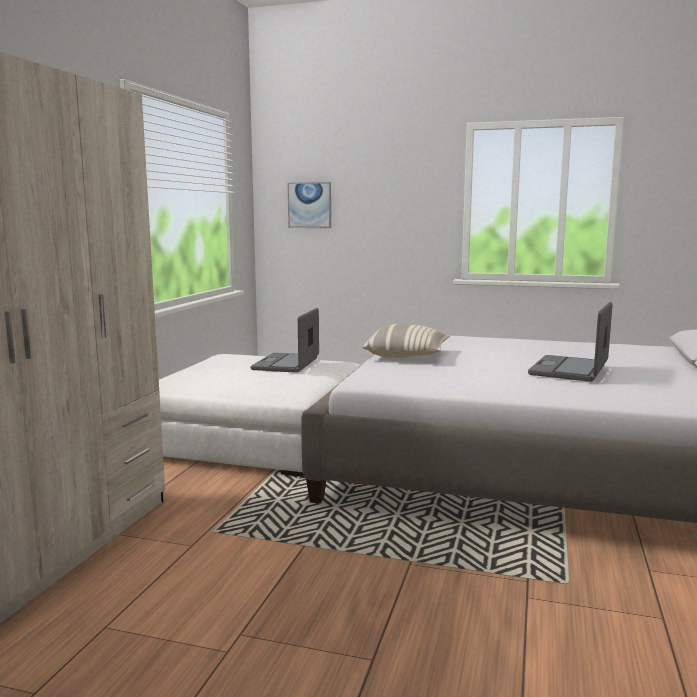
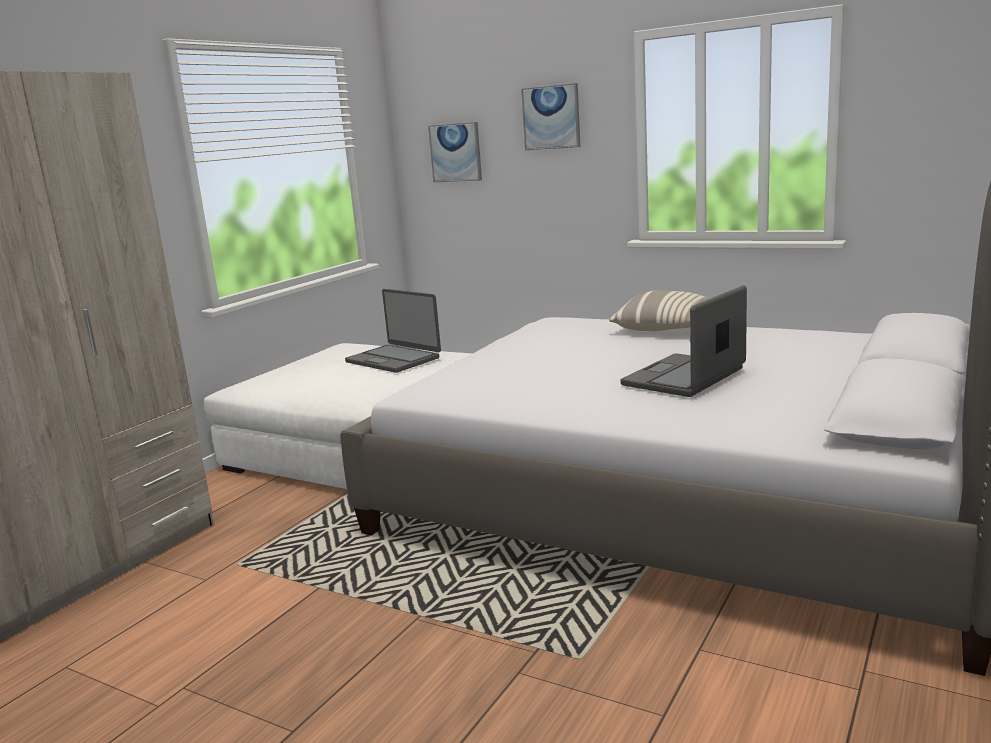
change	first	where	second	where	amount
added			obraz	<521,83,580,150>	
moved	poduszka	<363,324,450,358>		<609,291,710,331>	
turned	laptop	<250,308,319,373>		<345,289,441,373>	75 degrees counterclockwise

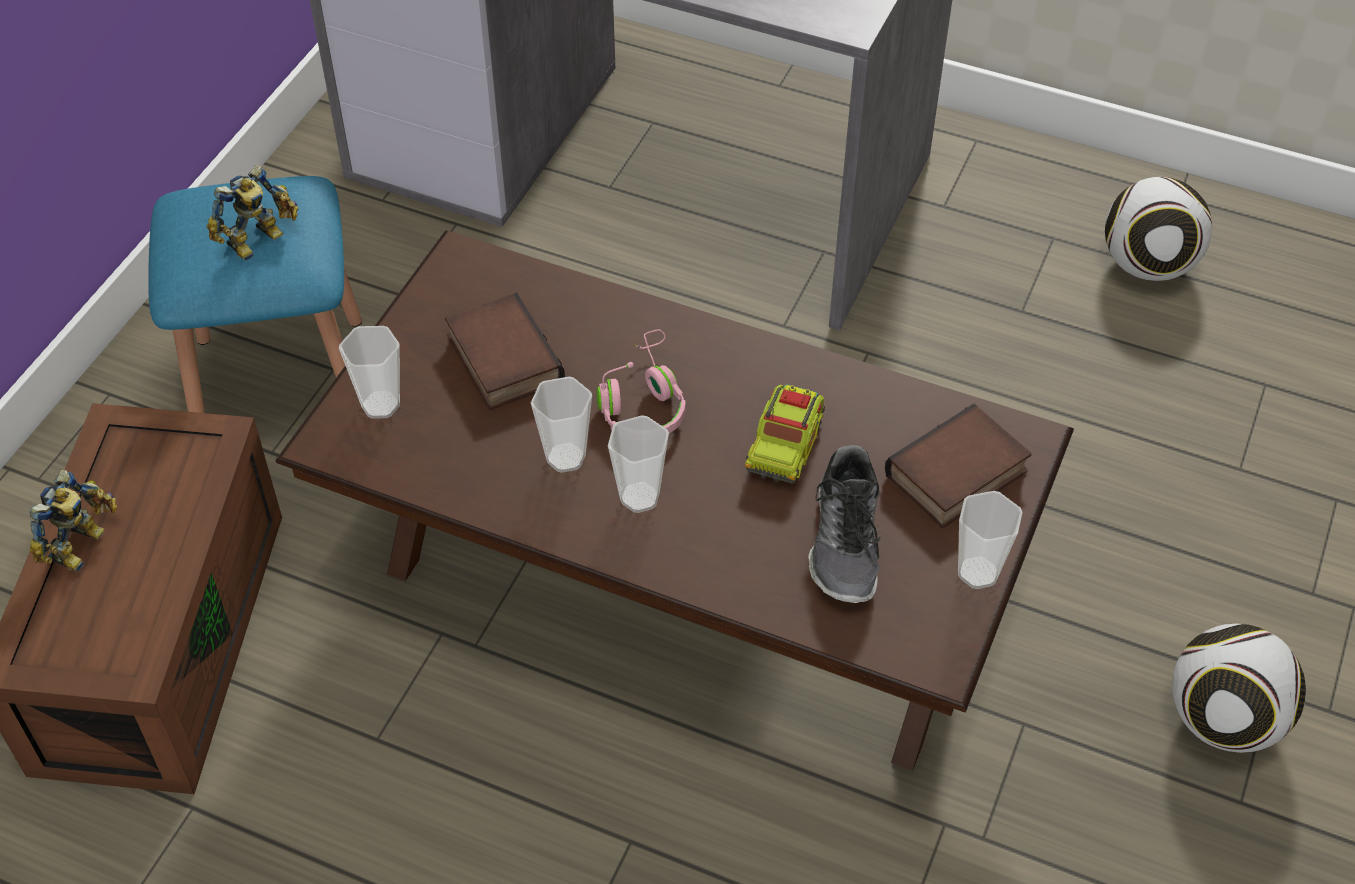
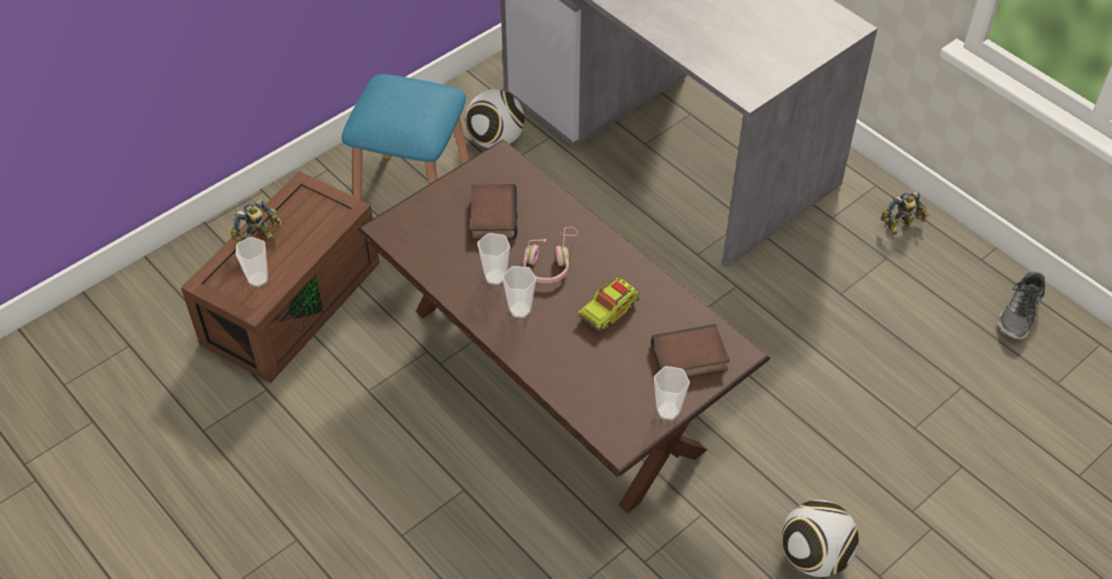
change	first	where	second	where	amount
moved	robot zabawkowy	<207,165,299,260>		<881,190,928,234>	
moved	filiżanka	<339,326,400,419>		<236,237,268,287>	
moved	but	<809,445,880,603>		<998,271,1045,340>	
moved	piłka futbolowa	<1105,177,1212,281>		<465,89,525,148>	

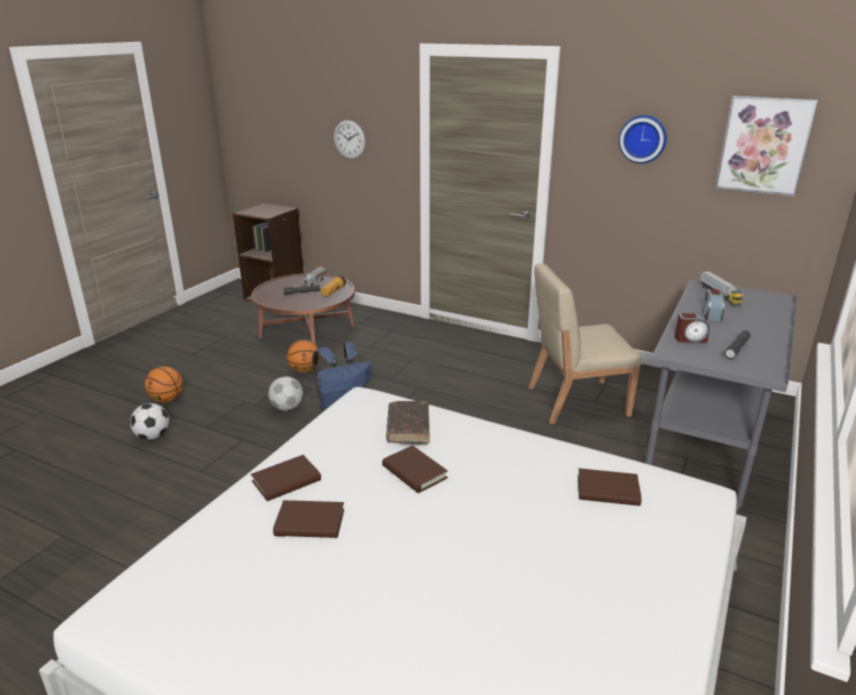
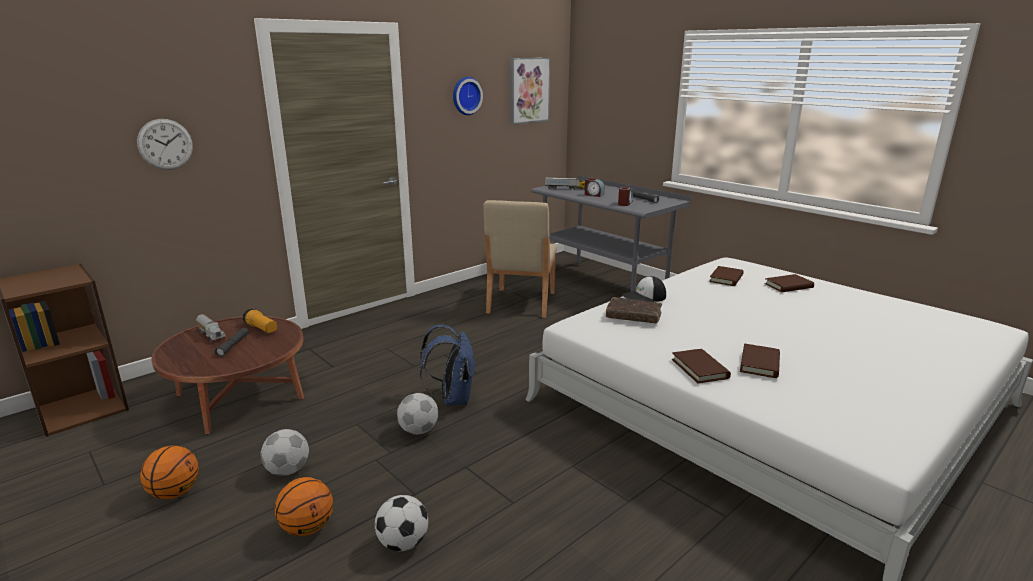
change	first	where	second	where	amount
added			piłka futbolowa	<260,429,309,476>	
added			czapka z daszkiem	<622,276,666,302>	
moved	piłka do koszykówki	<287,340,321,373>		<140,445,199,499>	
moved	książka (brązowy)	<382,445,448,493>		<764,274,814,292>	

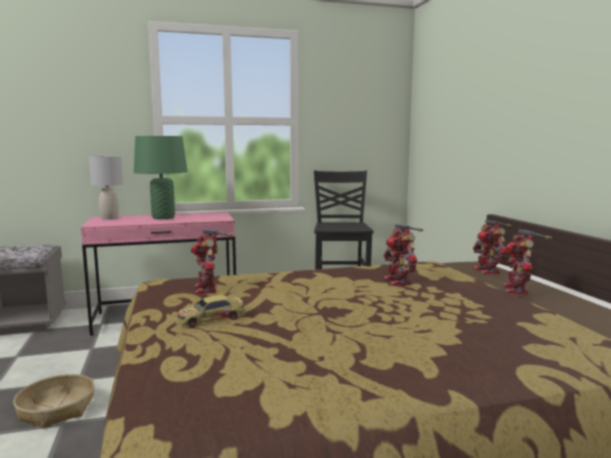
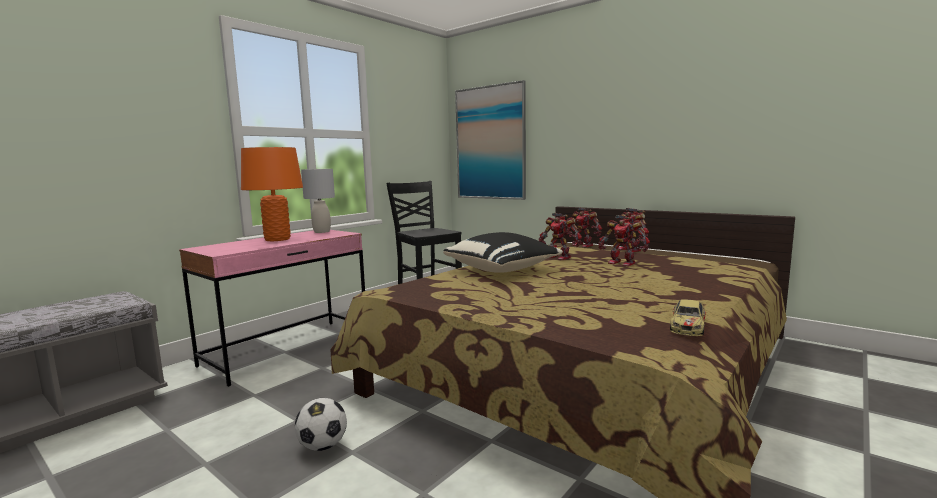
change	first	where	second	where	amount
added			poduszka (czarny)	<443,232,563,273>	
added			obraz	<455,80,526,200>	
moved	lampa stołowa (szary)	<89,156,123,220>		<301,169,335,233>	
moved	samochodzik	<176,295,245,327>		<670,300,706,336>	
moved	robot zabawkowy	<191,229,234,294>		<598,215,650,266>	
replaced	koszyk	<13,374,95,429>	piłka futbolowa	<295,398,347,451>	
recoloured	lampa stołowa (zielony)	<134,136,188,219>	lampa stołowa (pomarańczowy)	<241,147,303,241>	

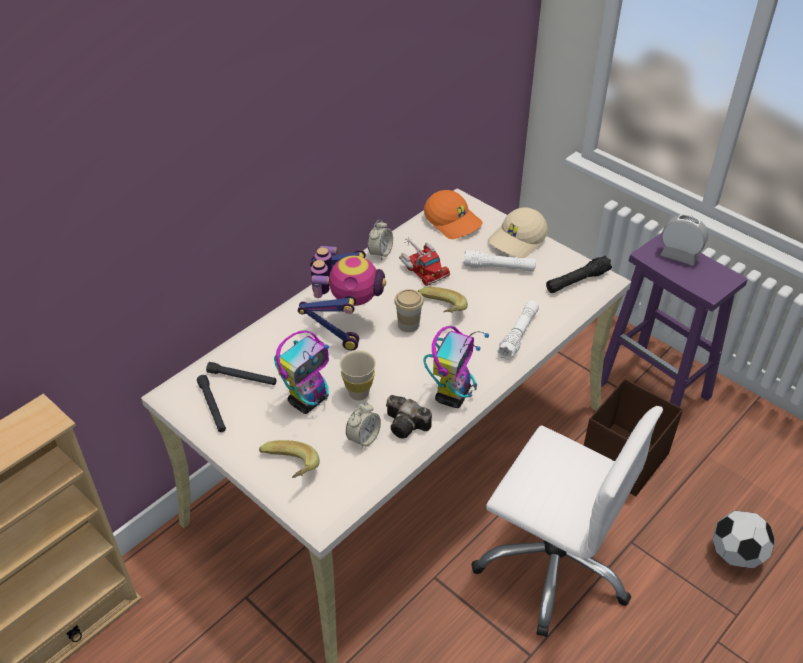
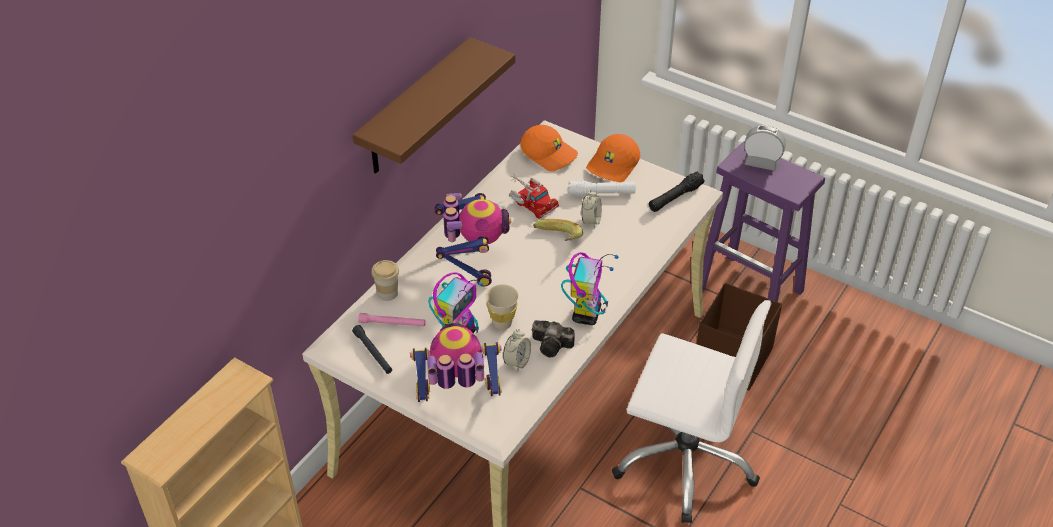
change	first	where	second	where	amount
removed	latarka (biały)	<497,300,539,360>			
removed	piłka futbolowa	<712,511,775,568>			
added			półka (brązowy)	<353,37,515,174>	
moved	budzik	<368,220,393,260>		<581,190,602,228>	
moved	filiżanka	<394,289,424,332>		<371,260,399,301>	
replaced	banan	<259,440,320,478>	robot zabawkowy	<410,323,502,402>	
recoloured	latarka (czarny)	<206,362,277,385>	latarka (różowy)	<358,313,426,326>	
recoloured	czapka z daszkiem (beżowy)	<488,207,548,258>	czapka z daszkiem (pomarańczowy)	<586,134,640,182>	

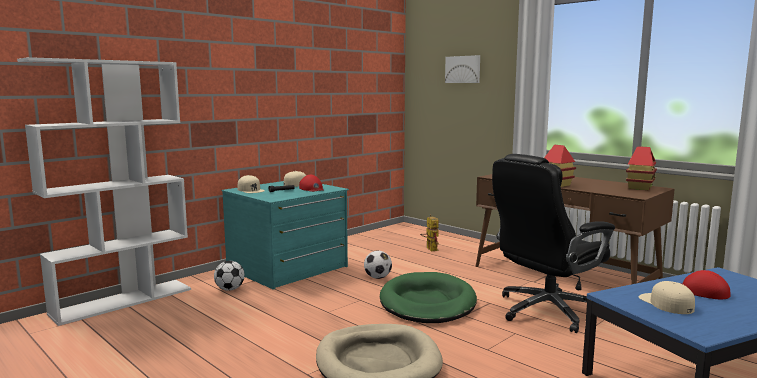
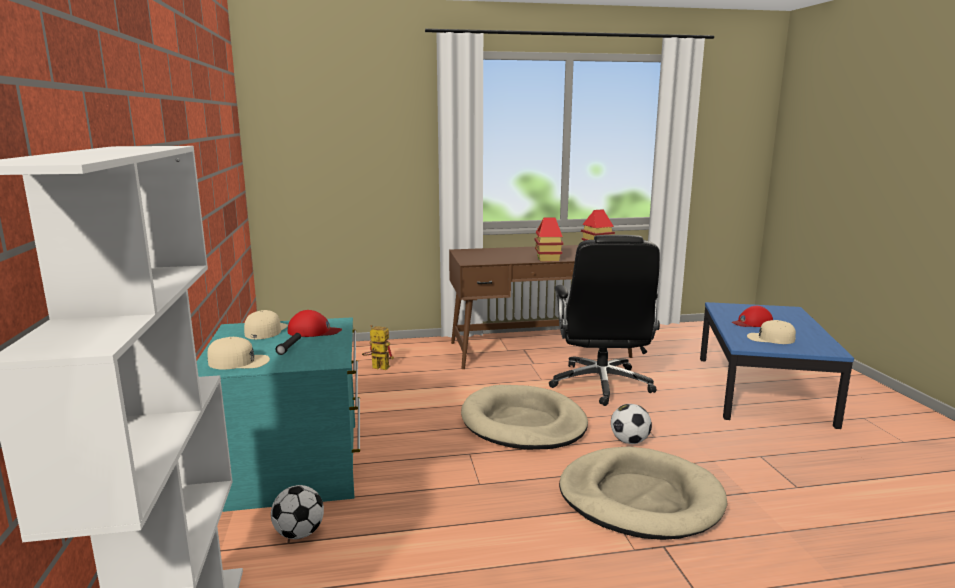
change	first	where	second	where	amount
removed	obraz	<445,55,480,83>			
moved	piłka futbolowa	<364,250,392,279>		<611,404,652,444>	
recoloured	legowisko (zielony)	<380,272,477,323>	legowisko (beżowy)	<461,385,588,450>	

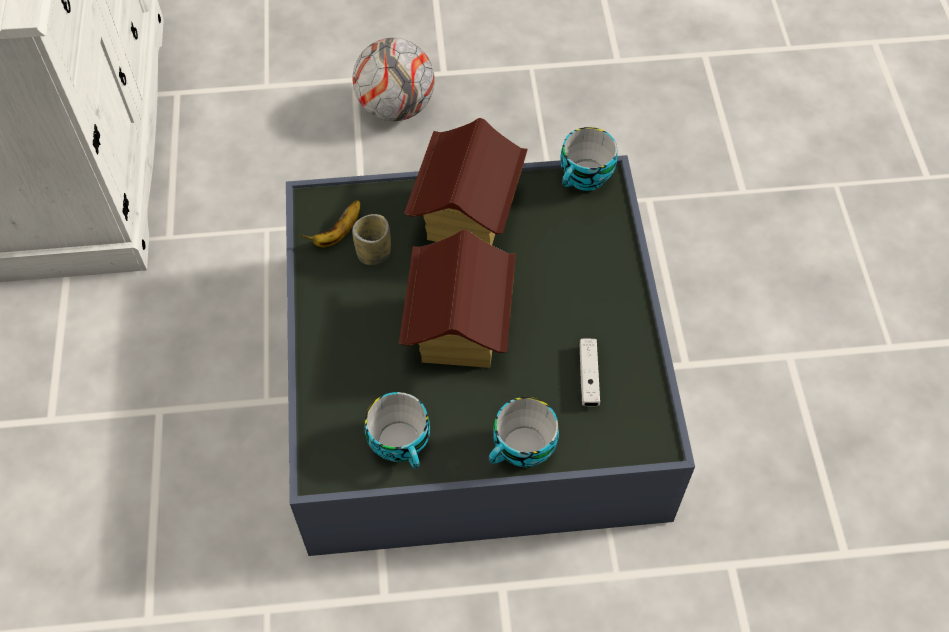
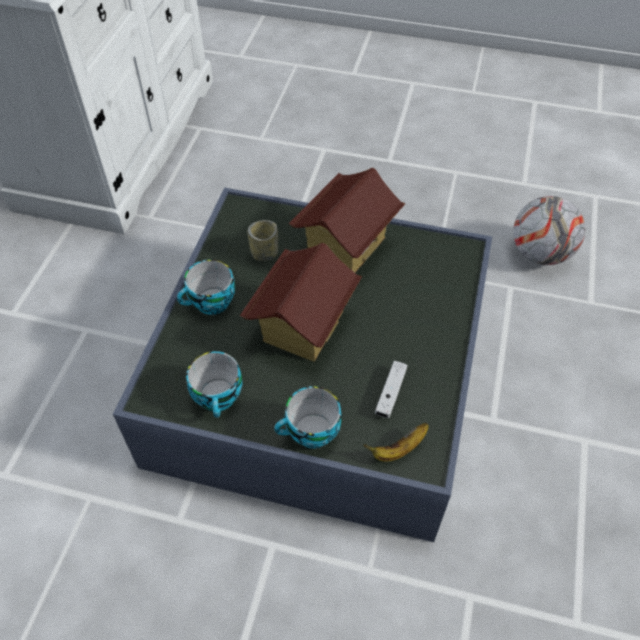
change	first	where	second	where	amount
moved	banan	<301,200,360,247>		<364,423,429,462>	
moved	piłka futbolowa	<353,38,435,121>		<513,196,585,265>	
moved	filiżanka	<560,127,617,191>		<177,259,235,315>	

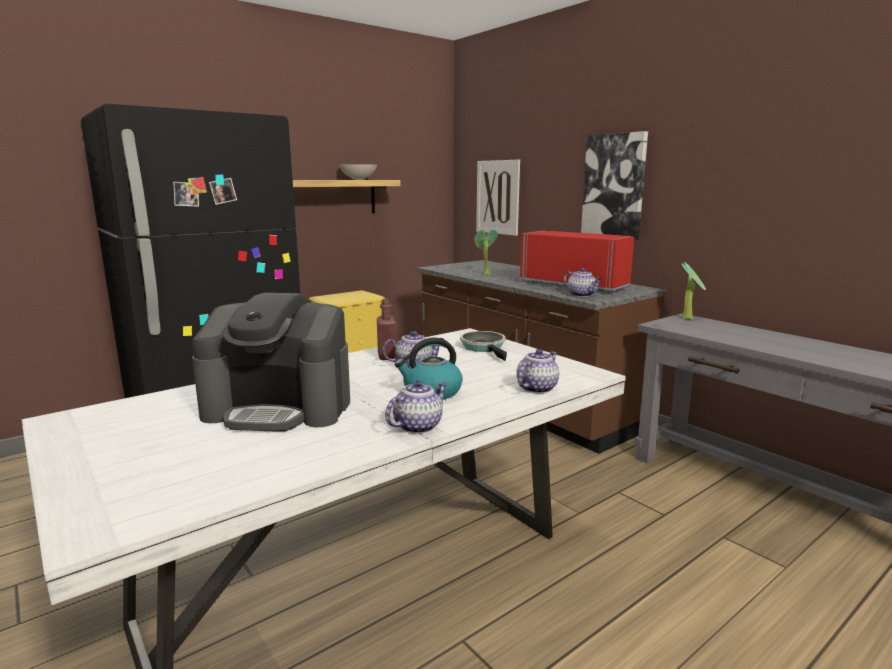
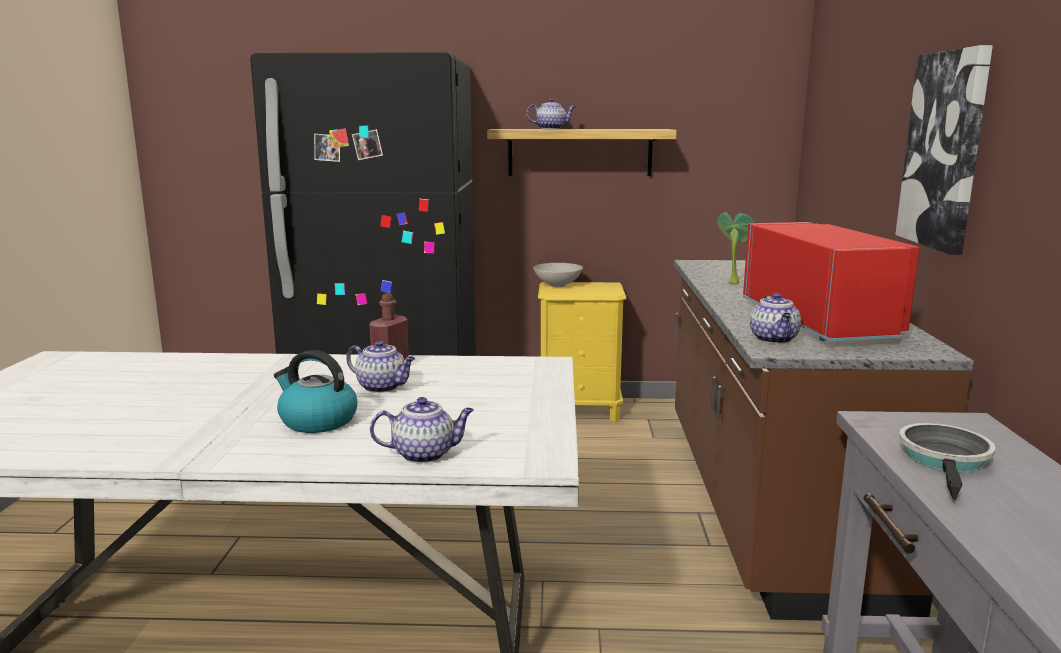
change	first	where	second	where	amount
removed	ekspres do kawy	<192,293,350,432>			
removed	obraz	<476,160,520,236>			
removed	roślina doniczkowa	<682,262,706,320>			
moved	miska (biały)	<339,164,377,180>		<533,263,583,287>	
moved	imbryk	<385,380,447,434>		<526,98,575,129>	
moved	patelnia	<460,331,507,361>		<899,423,995,500>	

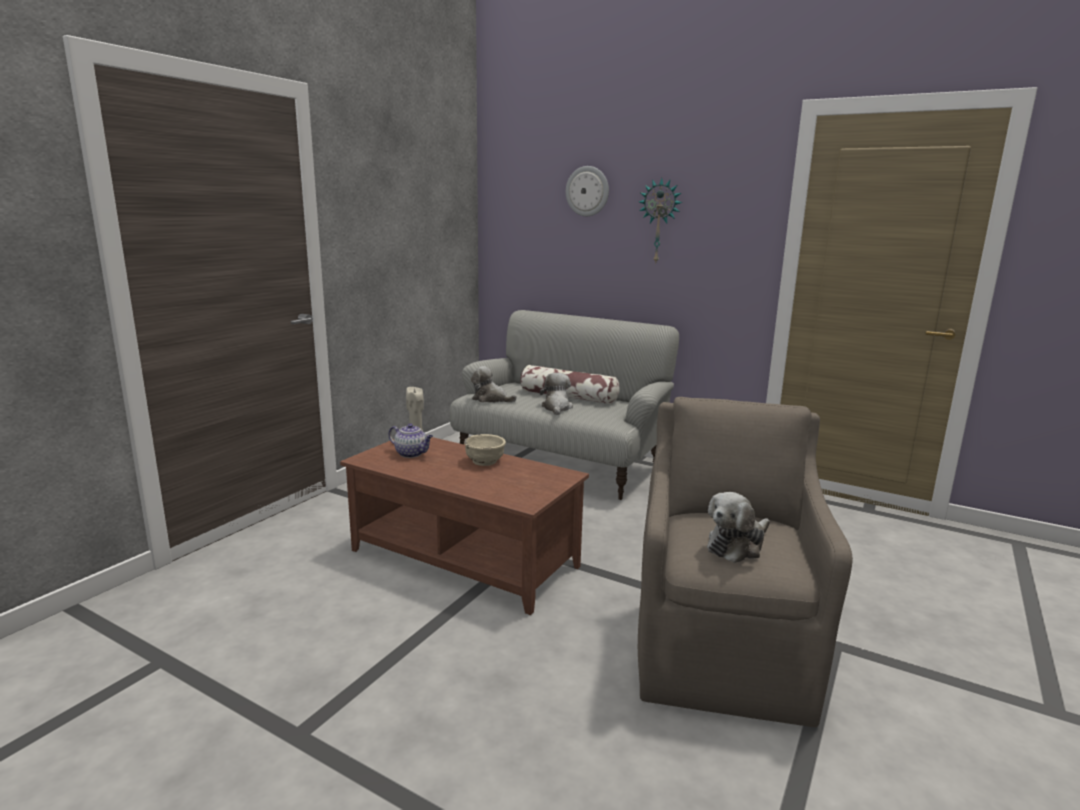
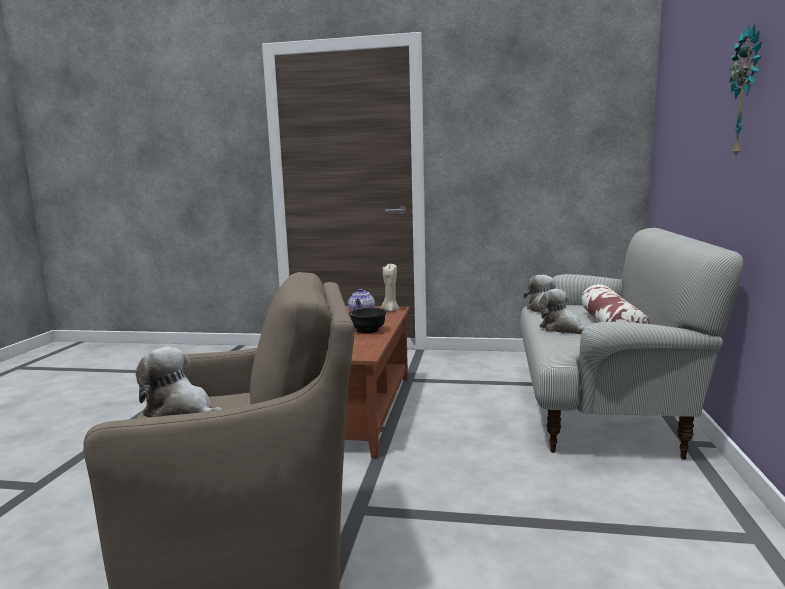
change	first	where	second	where	amount
removed	zegar ścienny	<566,166,609,216>			
recoloured	miska (beżowy)	<464,434,506,466>	miska (czarny)	<349,307,386,333>	
turned	pluszak	<540,373,573,415>		<539,289,585,334>	105 degrees counterclockwise

